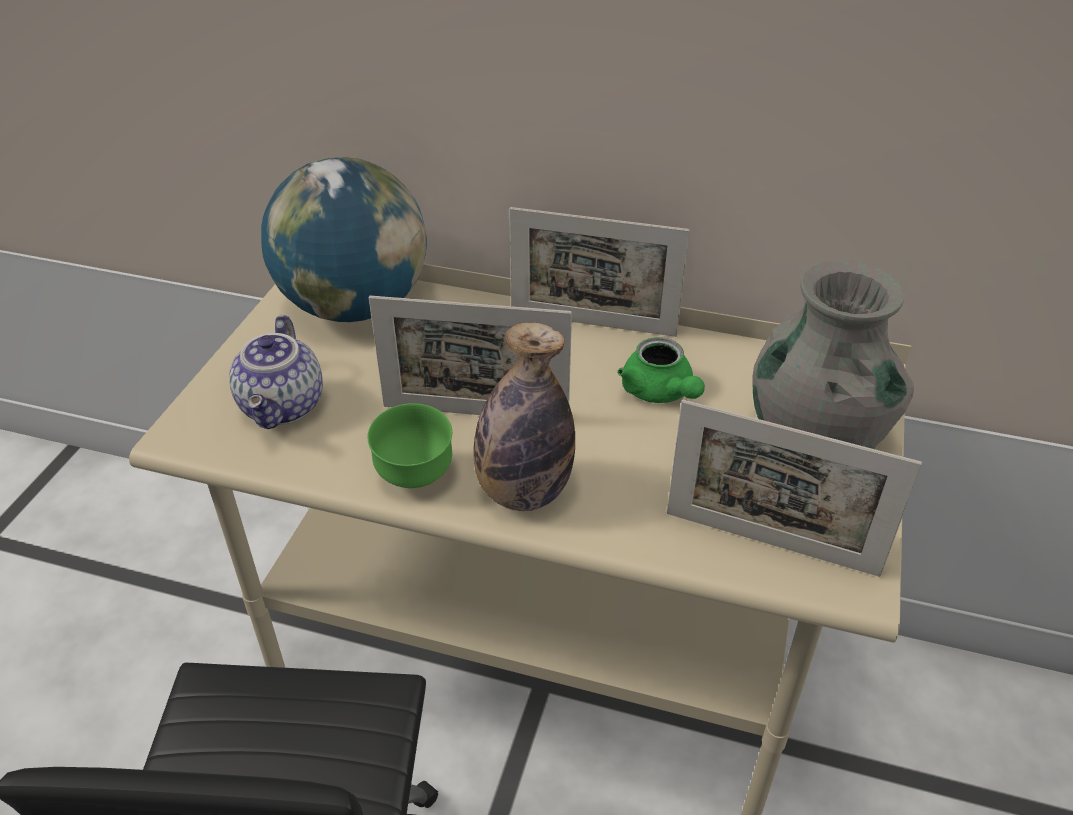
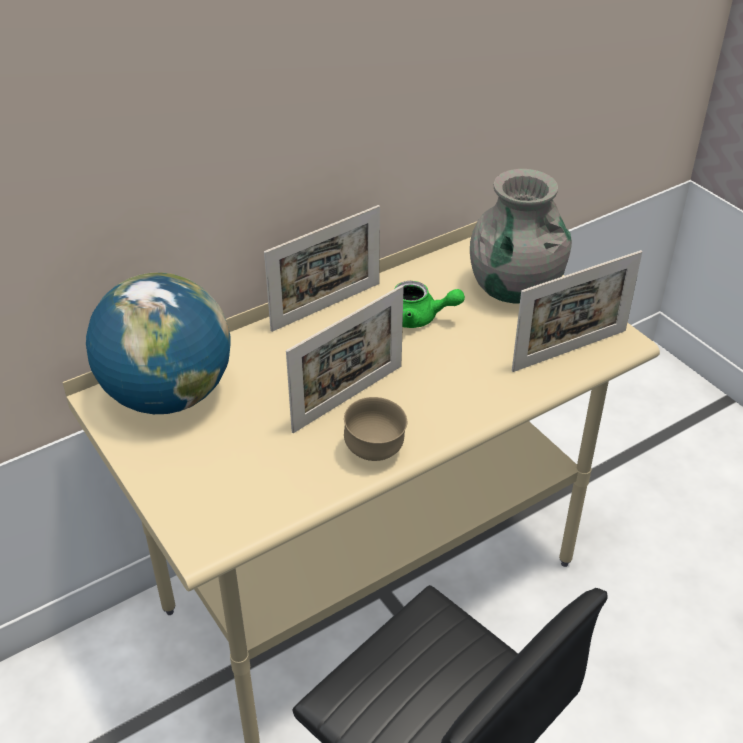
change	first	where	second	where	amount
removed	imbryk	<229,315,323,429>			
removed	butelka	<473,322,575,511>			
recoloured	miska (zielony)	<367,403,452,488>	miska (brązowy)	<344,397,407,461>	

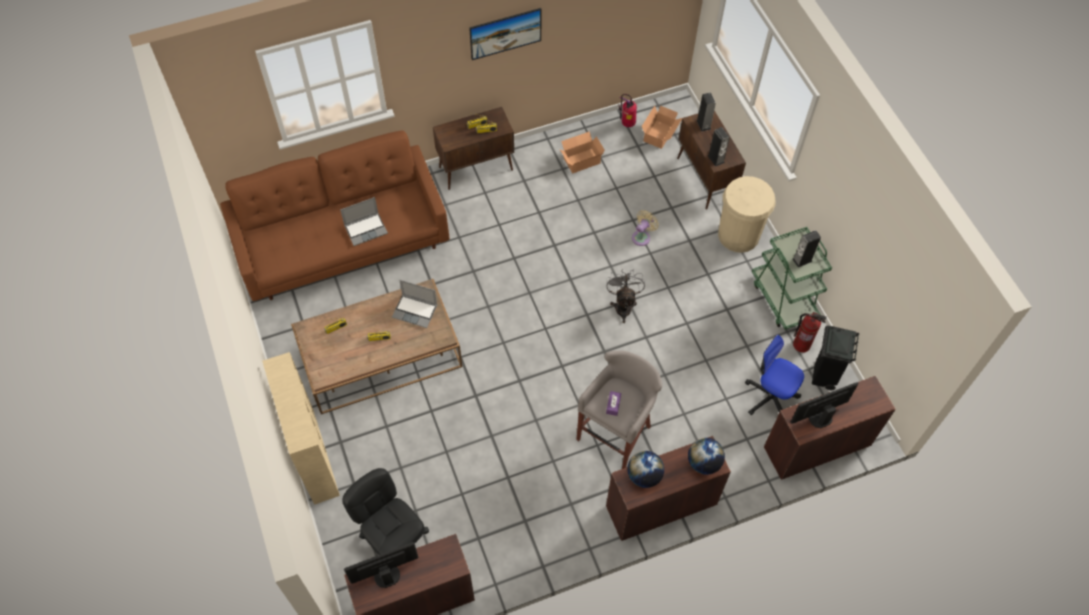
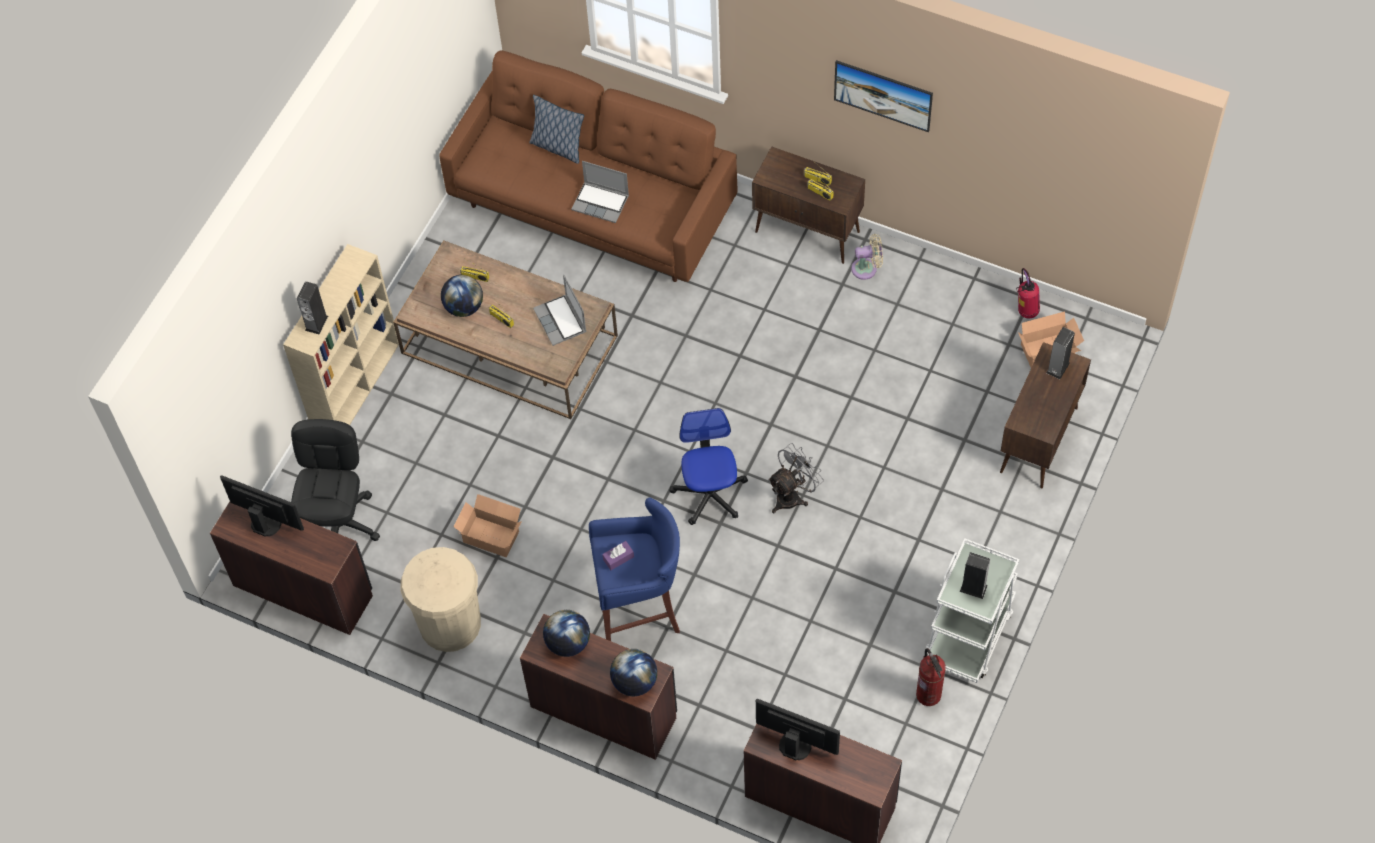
change	first	where	second	where	amount
removed	kosz na śmieci (czarny)	<812,326,859,390>			
added			globus	<441,275,483,317>	
added			poduszka	<529,95,584,164>	
moved	karton	<560,131,605,173>		<453,494,522,557>	
moved	wentylator (beżowy)	<632,210,659,246>		<851,234,883,280>	
moved	głośnik	<707,127,730,166>		<297,281,328,334>	
moved	kosz na śmieci (beżowy)	<718,176,776,253>		<401,547,481,652>	
moved	krzesło biurowe	<745,335,804,415>		<669,408,748,525>	
recoloured	stołek (szary)	<576,351,662,469>	stołek (niebieski)	<589,497,680,641>	
recoloured	wózek (zielony)	<752,227,832,330>	wózek (biały)	<926,538,1019,683>	

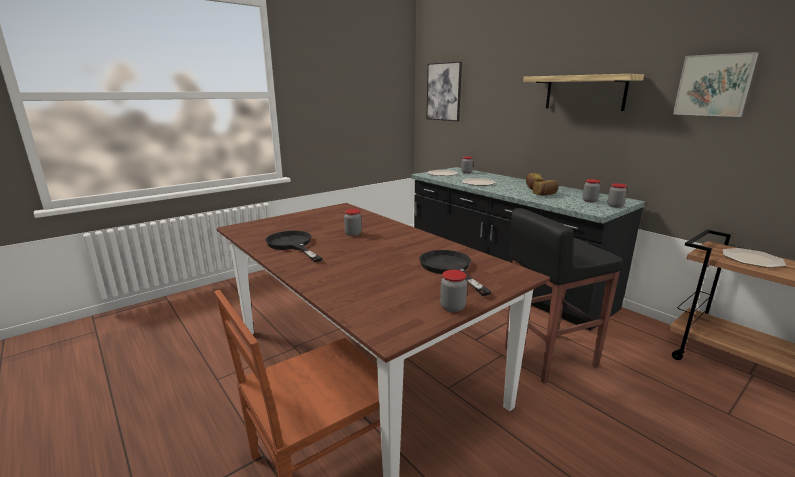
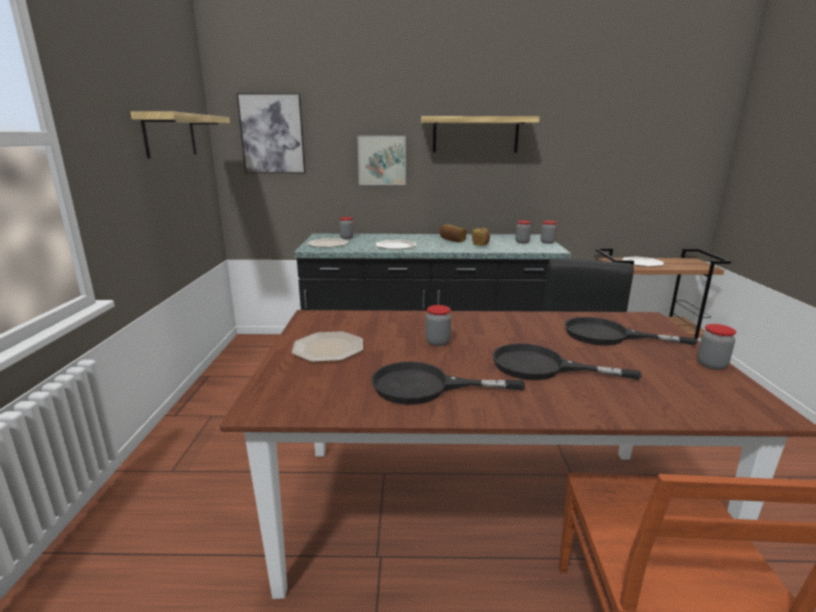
change	first	where	second	where	amount
added			półka	<130,111,230,159>	
added			talerz	<292,332,363,362>	
added			patelnia (czarny)	<493,343,642,380>	
moved	obraz	<673,52,758,117>		<357,136,406,185>	

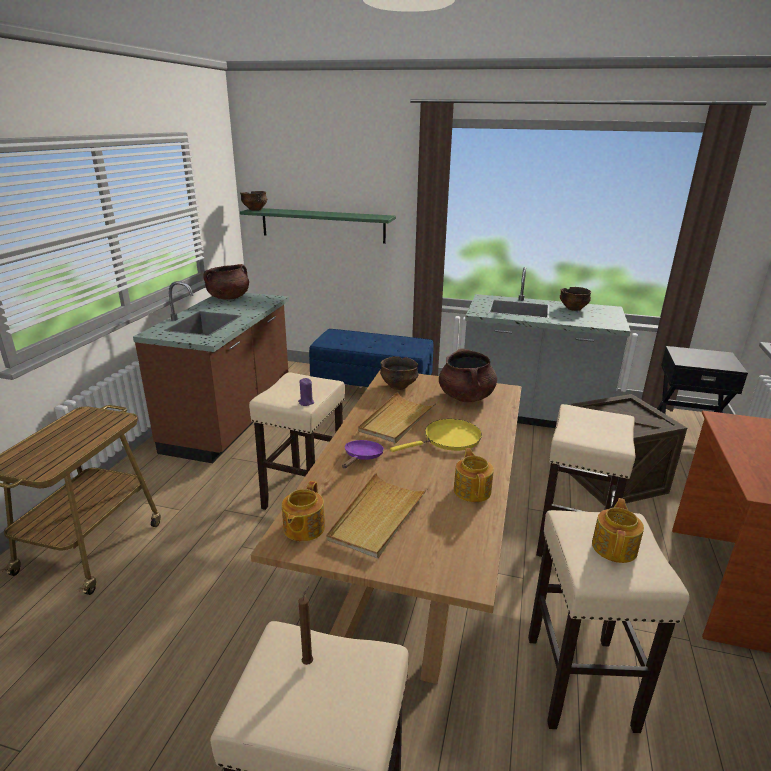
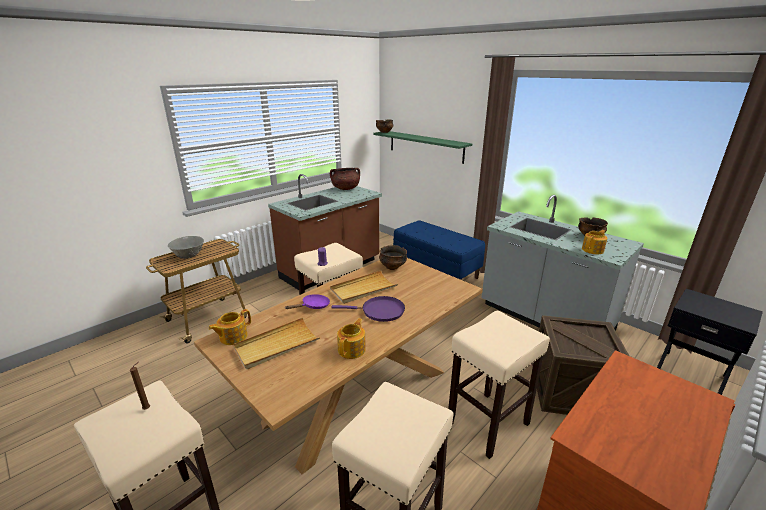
change	first	where	second	where	amount
removed	garnek (brązowy)	<439,348,497,402>			
added			miska (szary)	<168,236,204,259>	
moved	imbryk	<592,498,644,563>		<582,230,607,254>	
recoloured	patelnia (żółty)	<390,419,482,452>	patelnia (fioletowy)	<332,296,405,322>	

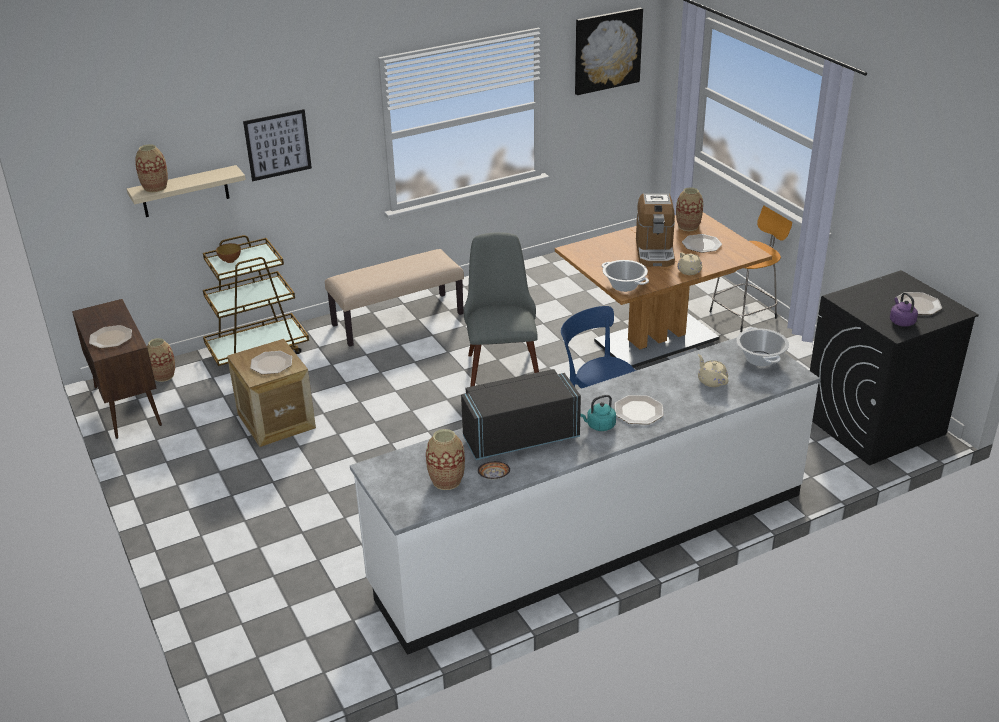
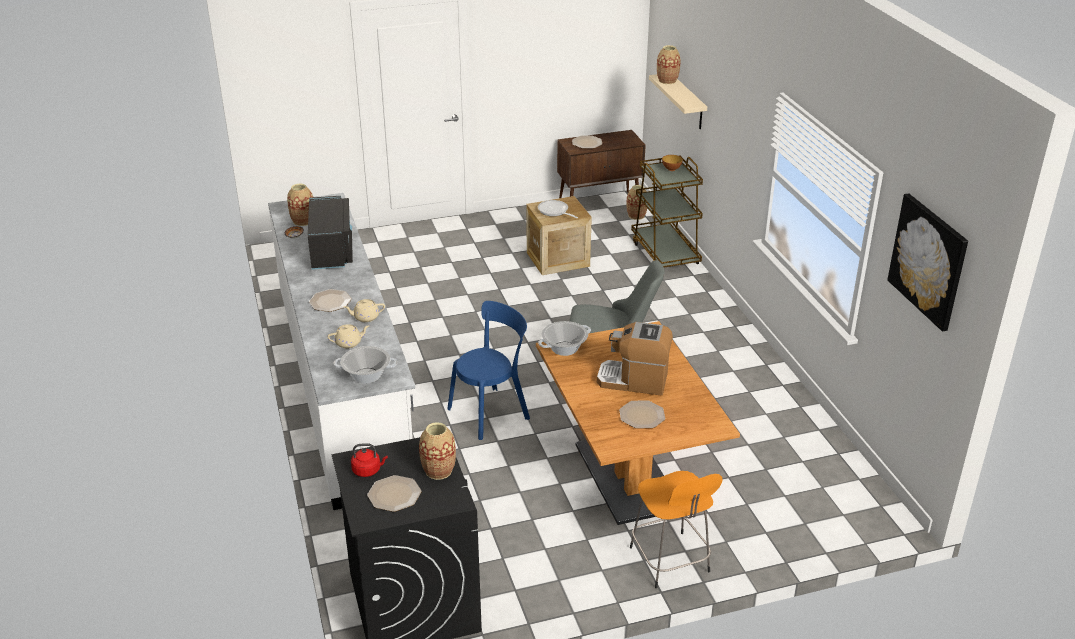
change	first	where	second	where	amount
removed	obraz	<243,109,312,181>			
removed	ławka (beżowy)	<325,249,464,347>			
removed	czajnik (turkusowy)	<580,395,616,431>			
moved	wazon	<676,188,703,231>		<419,422,456,480>	
moved	imbryk (beżowy)	<677,252,702,275>		<343,299,385,322>	
replaced	talerz	<250,351,292,374>	patelnia	<538,200,578,218>	
recoloured	czajnik (fioletowy)	<890,292,918,327>	czajnik (czerwony)	<351,443,388,477>	

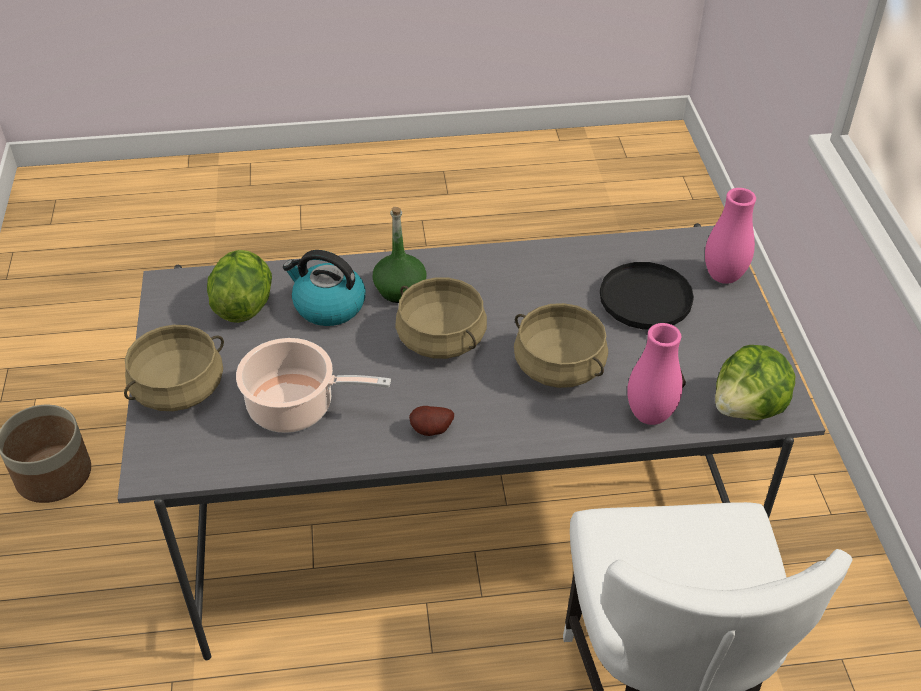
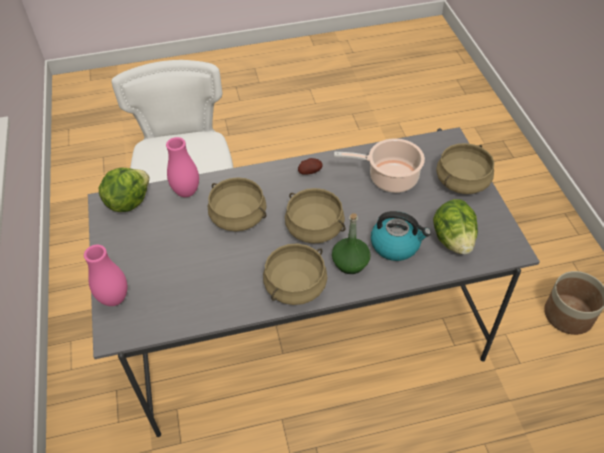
change	first	where	second	where	amount
removed	patelnia (czarny)	<600,262,694,387>			
added			garnek (beżowy)	<263,243,328,305>	

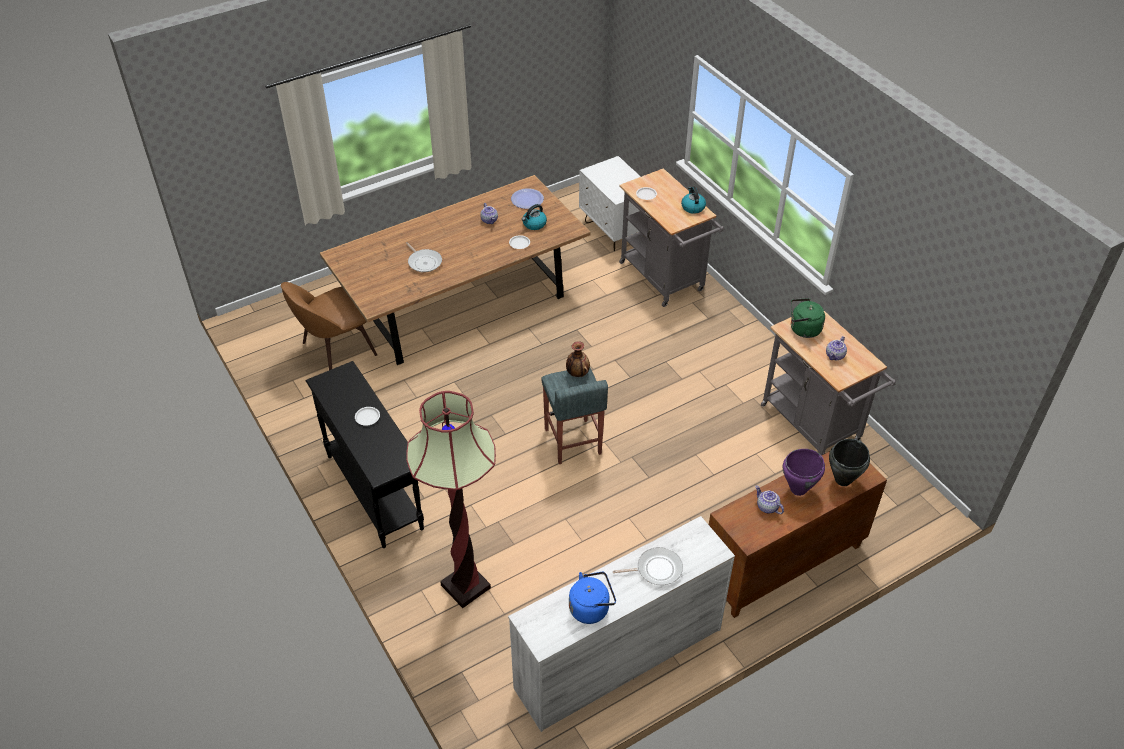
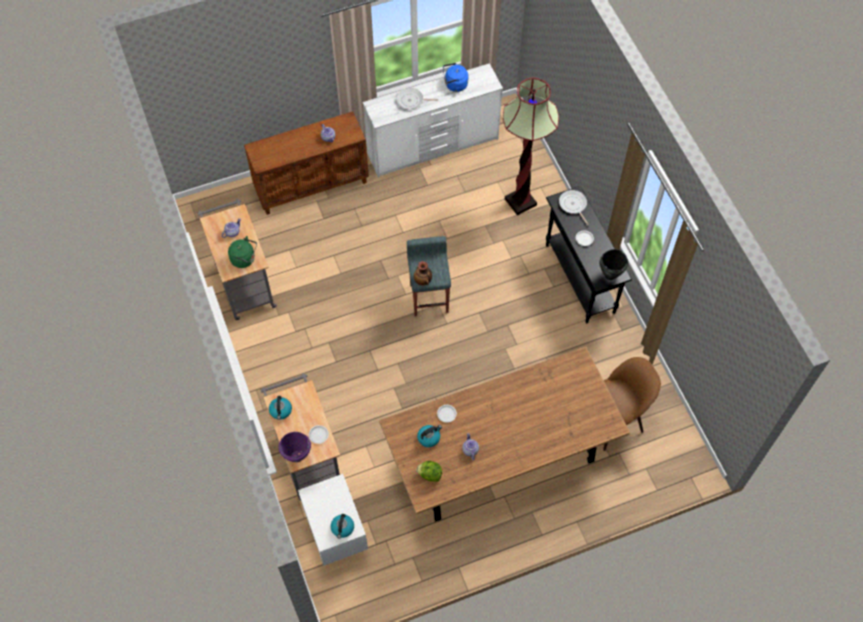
change	first	where	second	where	amount
added			czajnik	<331,514,354,539>	
moved	patelnia	<406,242,442,273>		<559,190,589,225>	
moved	garnek (fioletowy)	<783,449,825,496>		<279,432,311,462>	
moved	garnek (czarny)	<829,439,870,486>		<600,249,628,280>	
replaced	talerz	<511,189,544,209>	sałata	<416,461,442,482>	

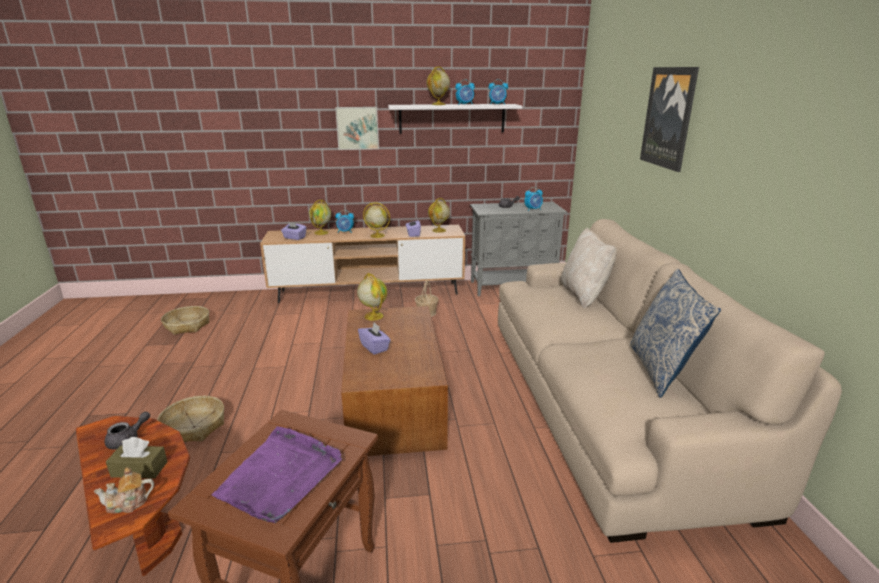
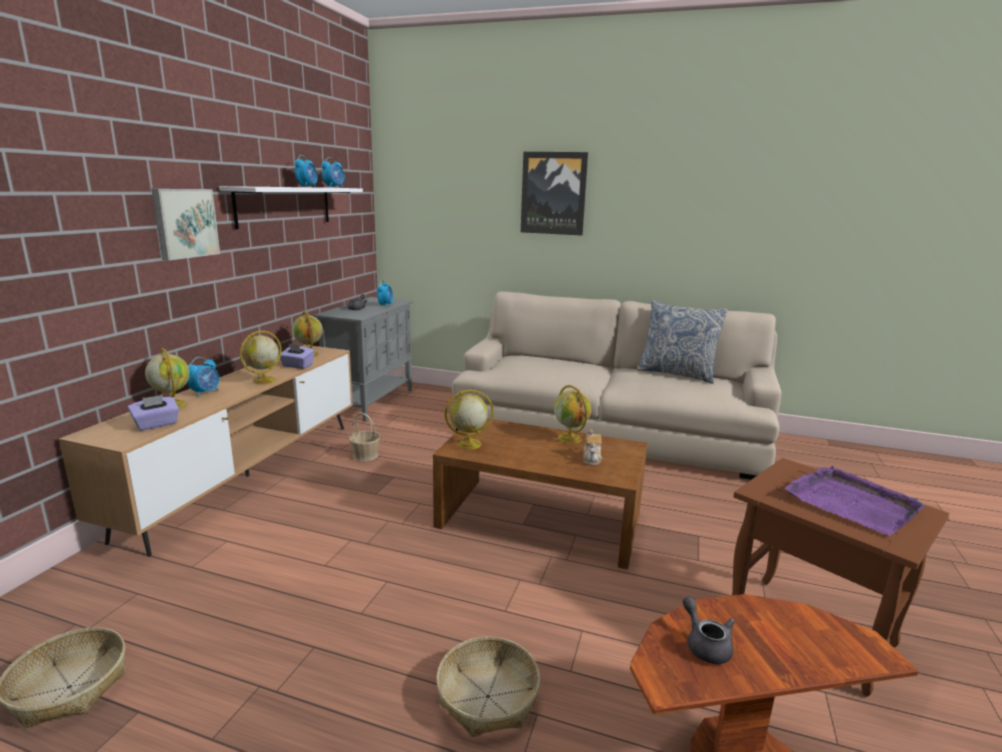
change	first	where	second	where	amount
removed	pudełko chusteczek (brązowy)	<106,437,167,479>			
removed	pudełko chusteczek (fioletowy)	<358,322,391,355>			
removed	poduszka (beżowy)	<560,228,617,309>			
moved	imbryk	<94,467,154,513>		<583,429,602,466>	
moved	globus	<427,66,450,105>		<554,385,591,444>	

